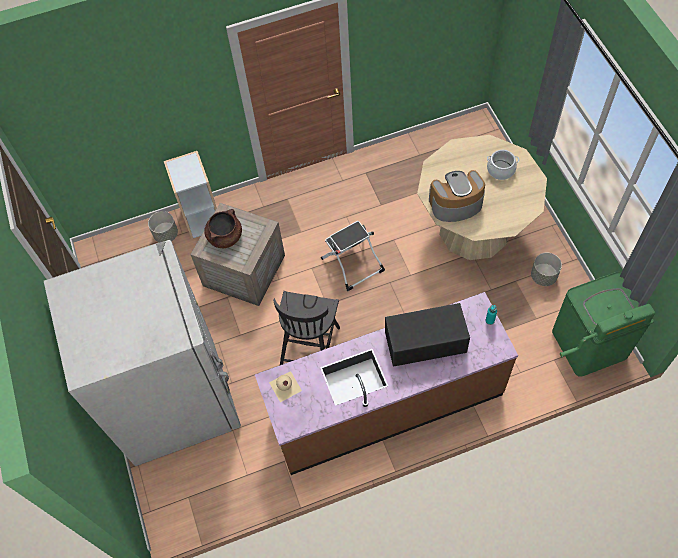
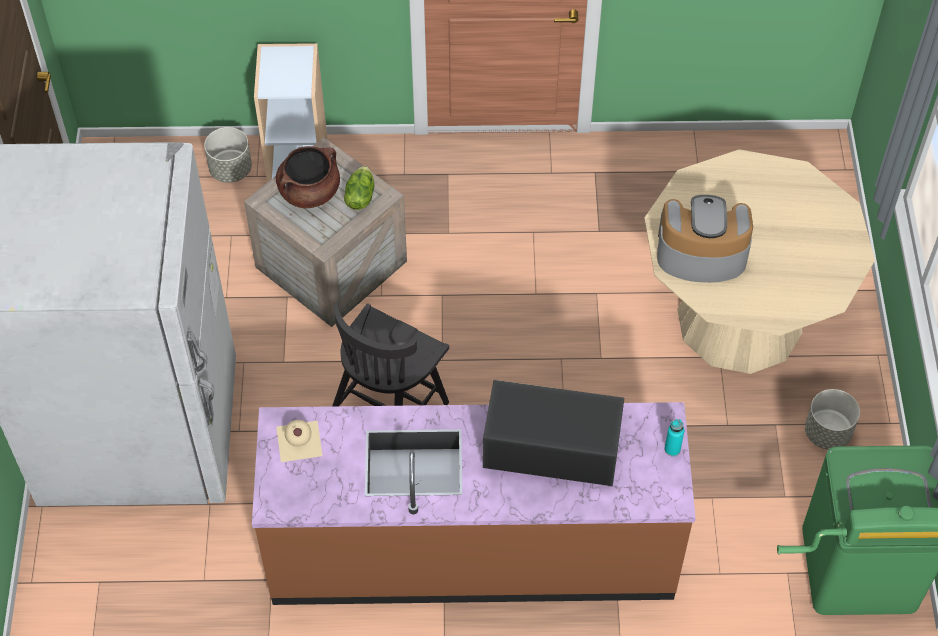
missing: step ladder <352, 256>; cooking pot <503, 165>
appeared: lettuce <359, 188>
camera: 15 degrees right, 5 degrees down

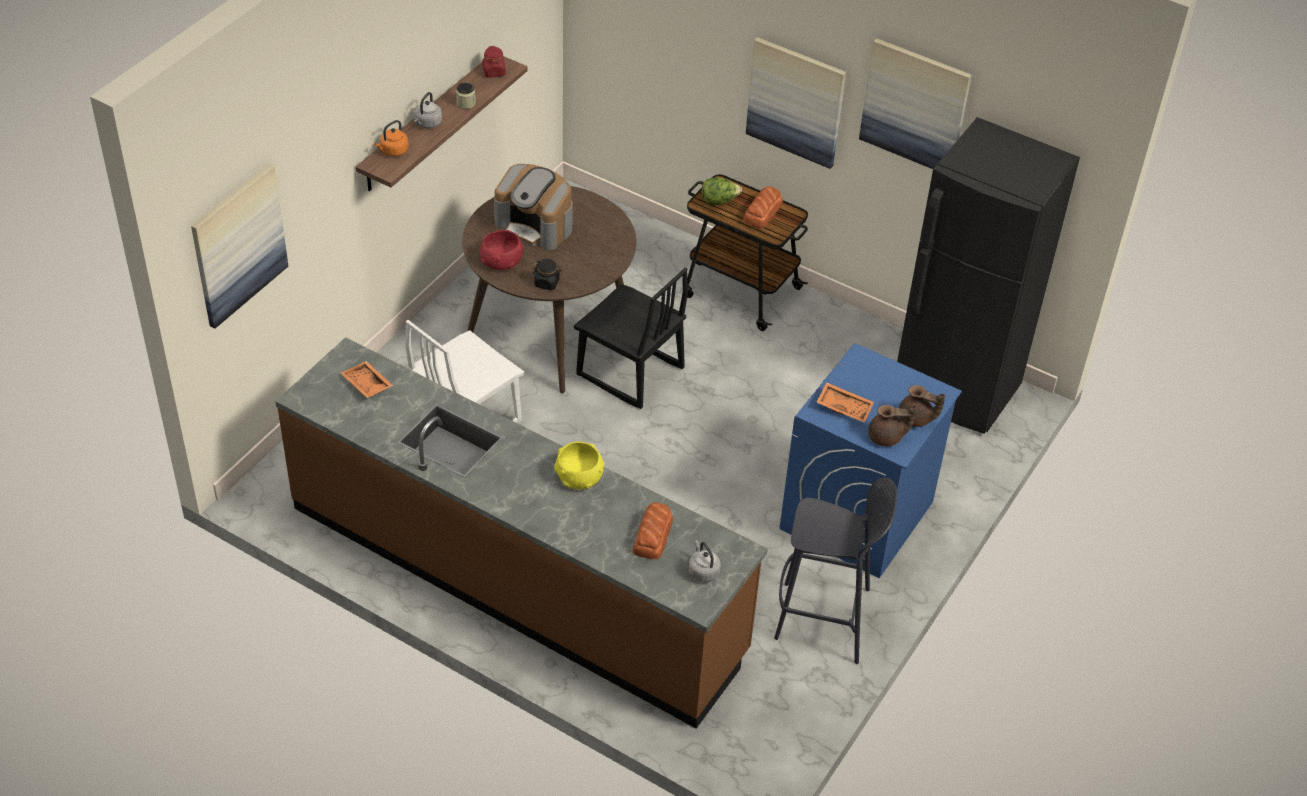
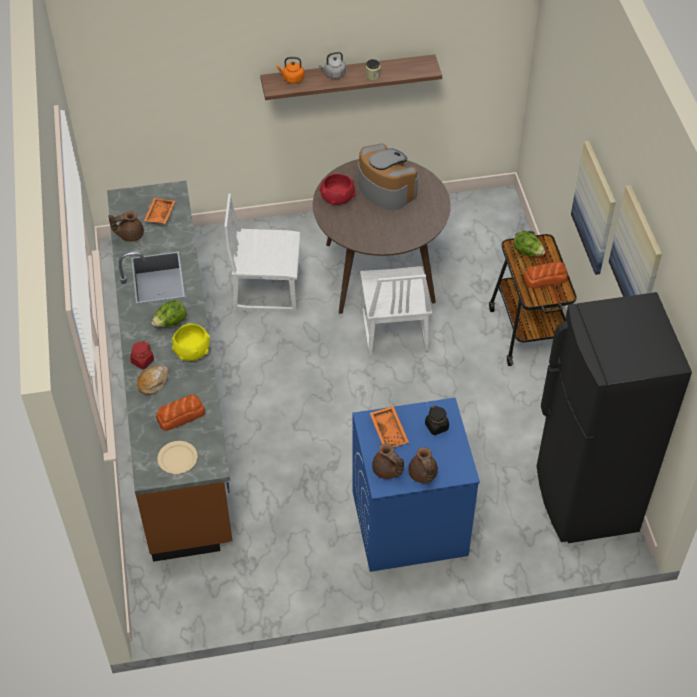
missing: picture <239, 246>; grey stool <835, 571>
appeared: brown teapot <126, 226>; bread <153, 380>; lettuce <169, 313>
relocated: red jar <494, 62> to <142, 355>; black jar <547, 274> to <437, 420>
exchanged: grey kettle <705, 561> to beige plate <177, 457>
colour: black chair <631, 338> to white chair <396, 311>
spun: coffee machine <533, 207> = <388, 176> 150 degrees clockwise
camera: 50 degrees right, 5 degrees up

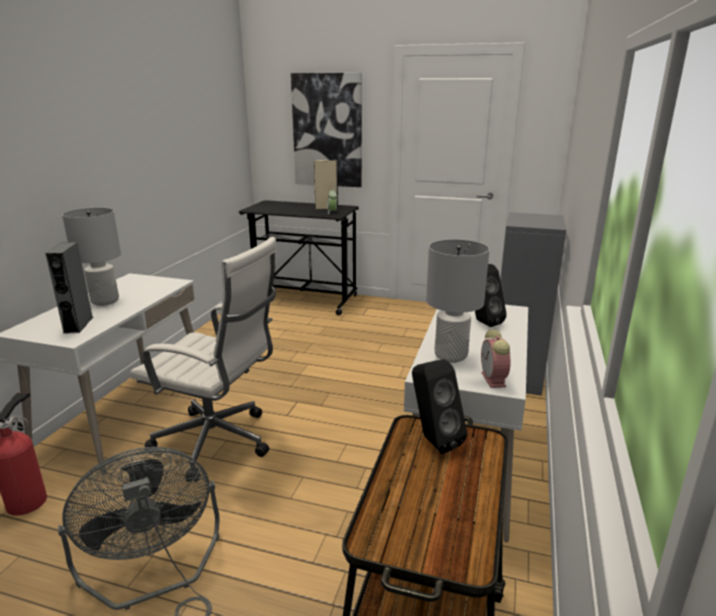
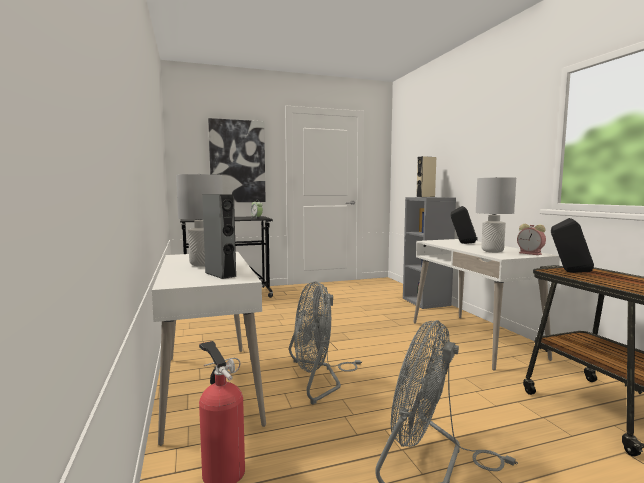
relocated: beige speaker <326, 185> to <426, 176>
exchanged: white office chair <203, 359> to grey fan <325, 343>
camera: 35 degrees left, 15 degrees down

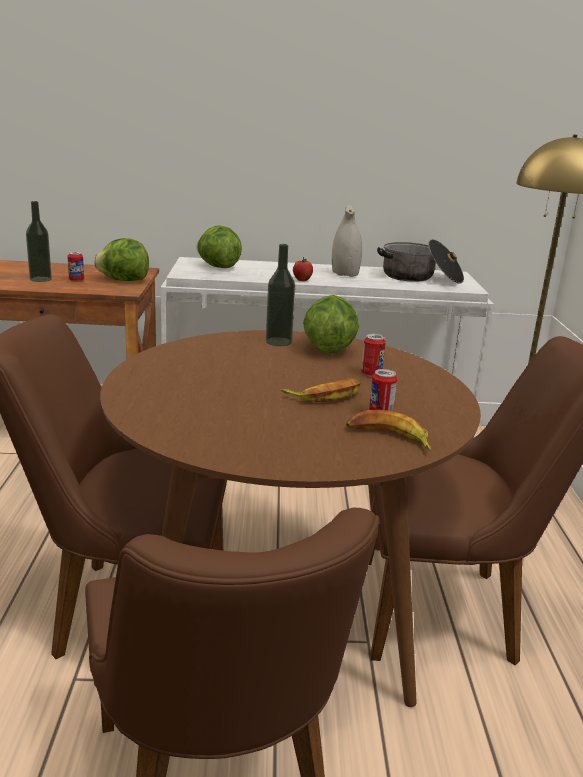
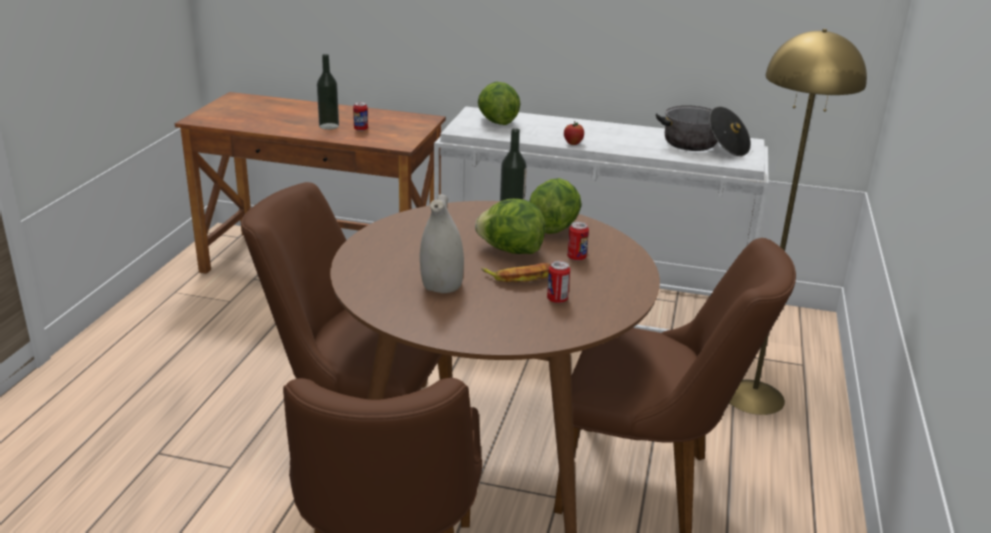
missing: banana <388, 430>
relocated: lettuce <121, 259> to <510, 226>; white vase <347, 241> to <442, 243>
camera: 15 degrees right, 5 degrees up

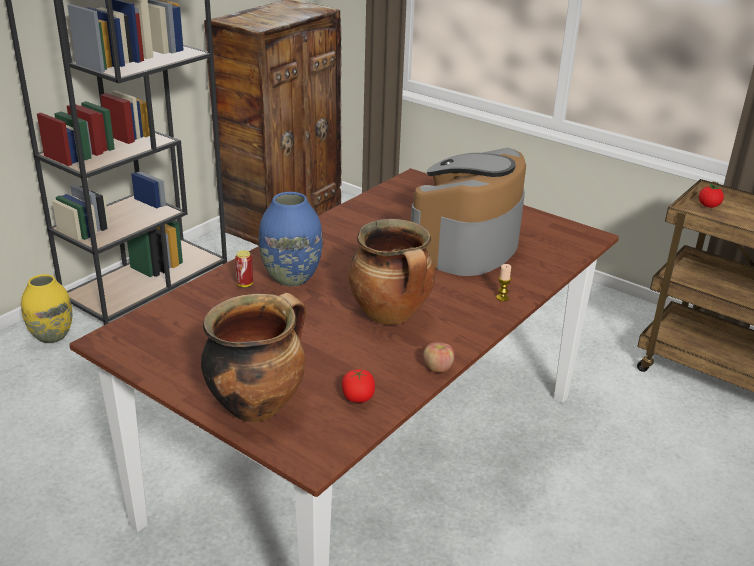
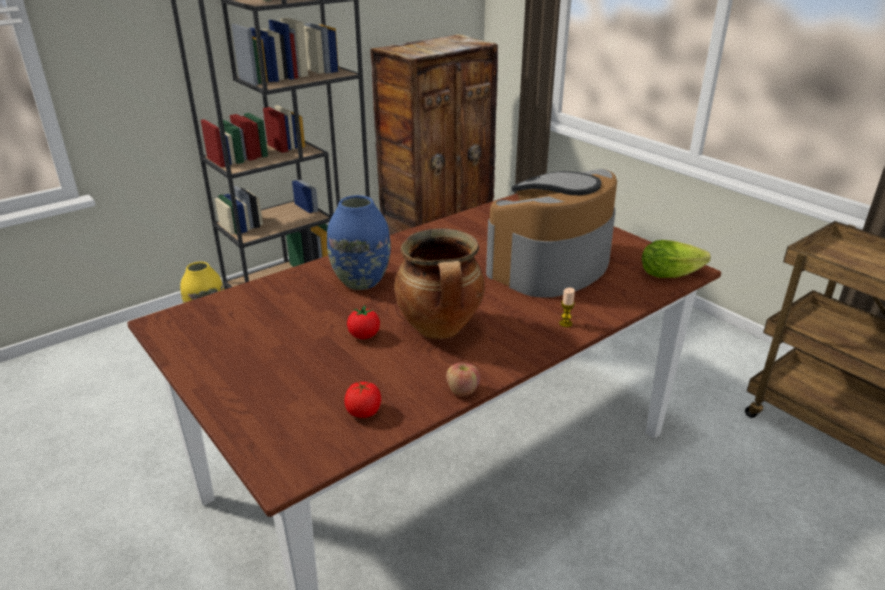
missing: cooking pot <253, 357>; can <244, 268>
appeared: lettuce <676, 259>
relocated: tomato <711, 195> to <363, 322>
camera: 15 degrees right, 0 degrees up

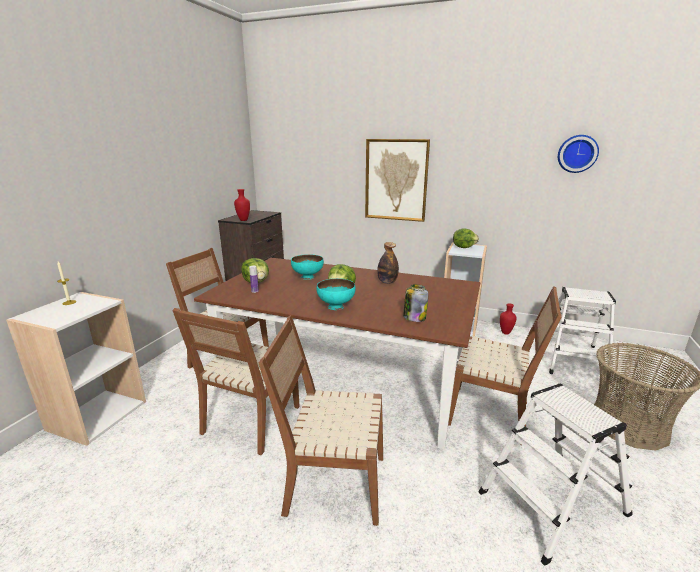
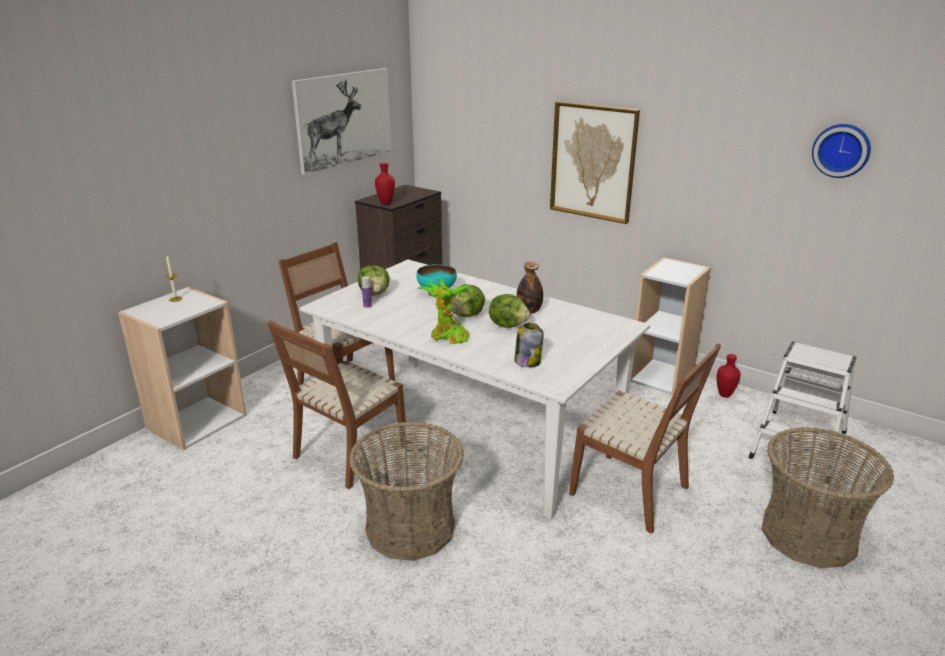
missing: white step ladder <556, 474>
appeared: picture <341, 121>
relocated: lettuce <466, 238> to <509, 311>
exchanged: chair <321, 420> to basket <406, 491>; turquoise bowl <336, 294> to potted plant <444, 311>
colour: brown dining table <337, 353> to white dining table <475, 389>
camera: 15 degrees right, 5 degrees up

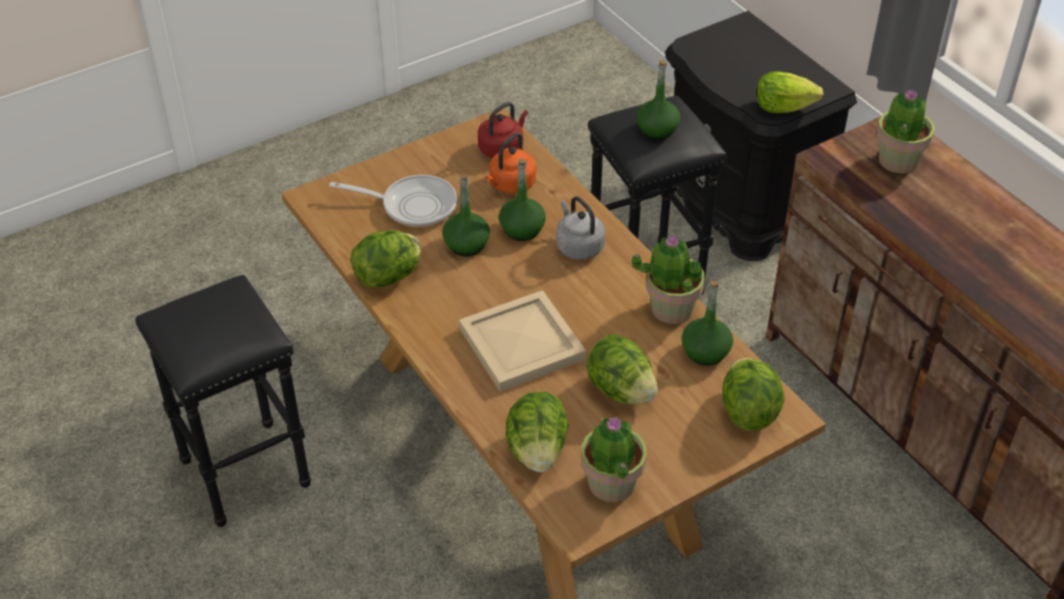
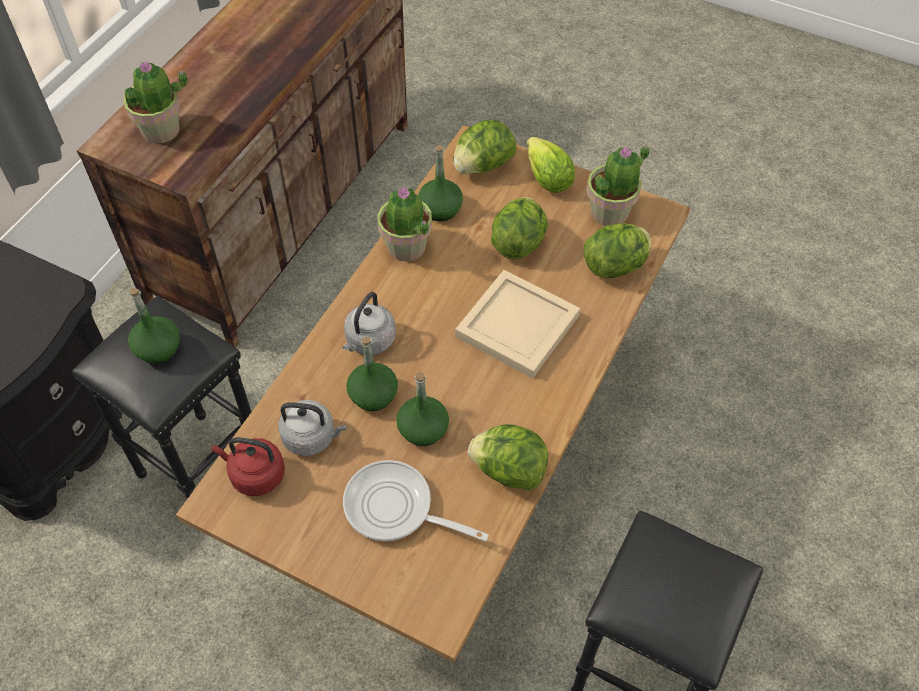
relocated: lettuce <790, 92> to <551, 165>
colour: orange kettle <510, 163> to grey kettle <312, 428>
spun: frying pan <393, 201> = <416, 501> 45 degrees counterclockwise
camera: 120 degrees left, 10 degrees up

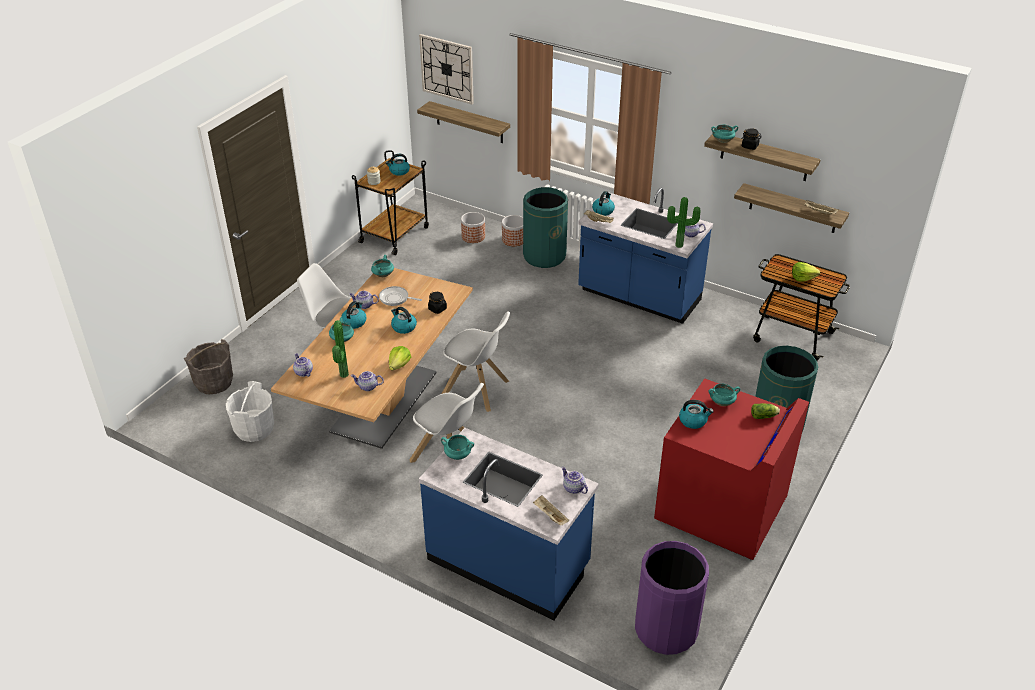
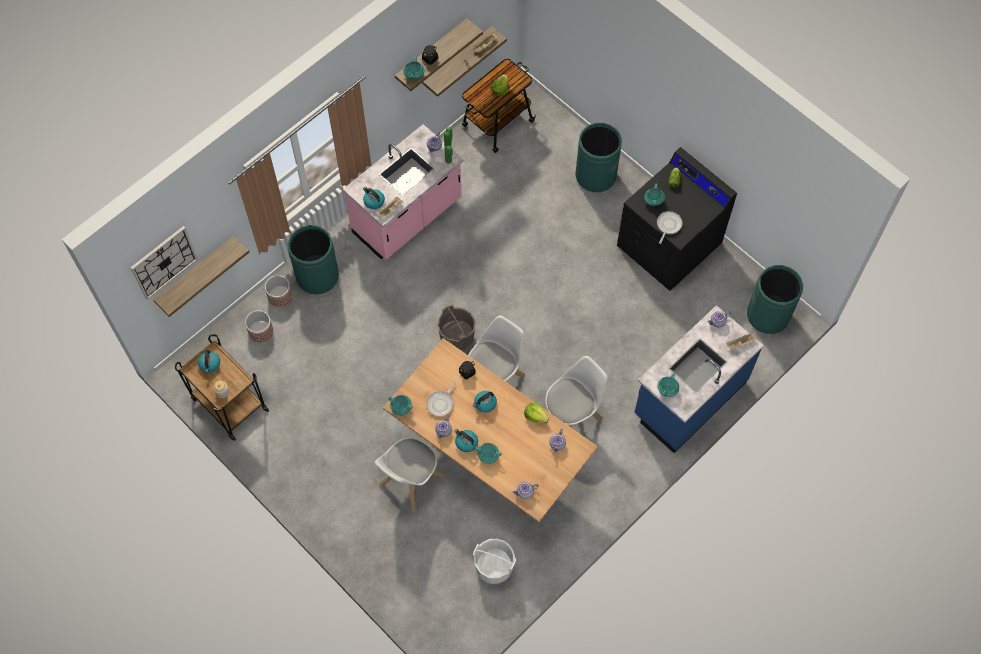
missing: potted plant <340, 349>
relocated: grey bucket <208, 366> to <456, 328>
exchanged: kettle <696, 414> to frying pan <670, 227>
colour: blue counter <645, 256> to pink counter <403, 192>; purple trash can <672, 598> to green trash can <775, 299>; red washing machine <731, 469> to black washing machine <677, 219>
camera: 75 degrees left, 25 degrees up

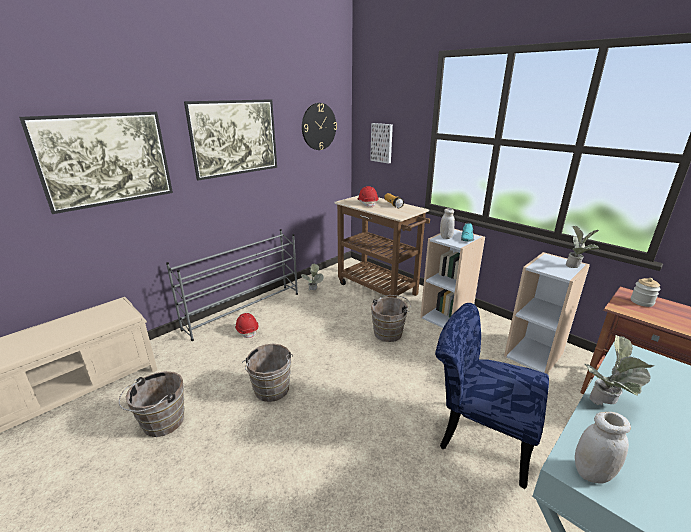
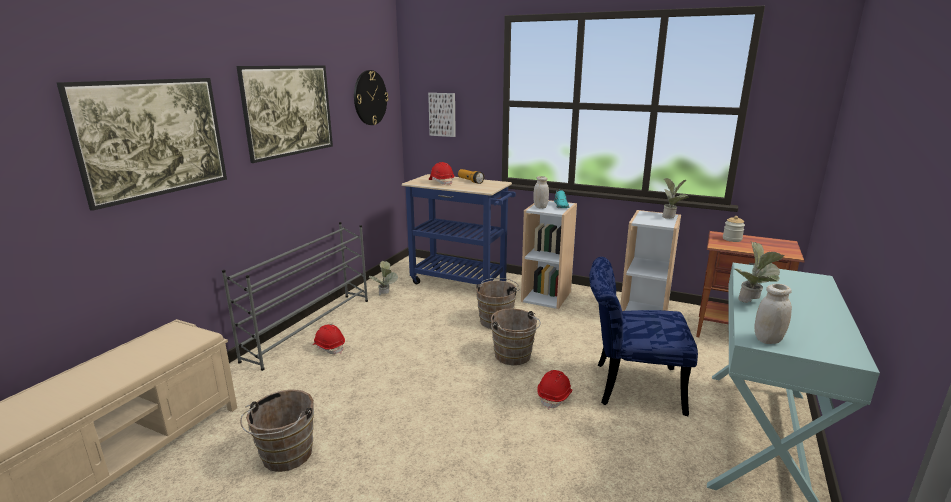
appeared: red hard hat <555, 389>
relocated: brown bucket <267, 373> to <516, 336>
colour: brown cart <382, 246> to blue cart <459, 229>
camera: 20 degrees left, 5 degrees down

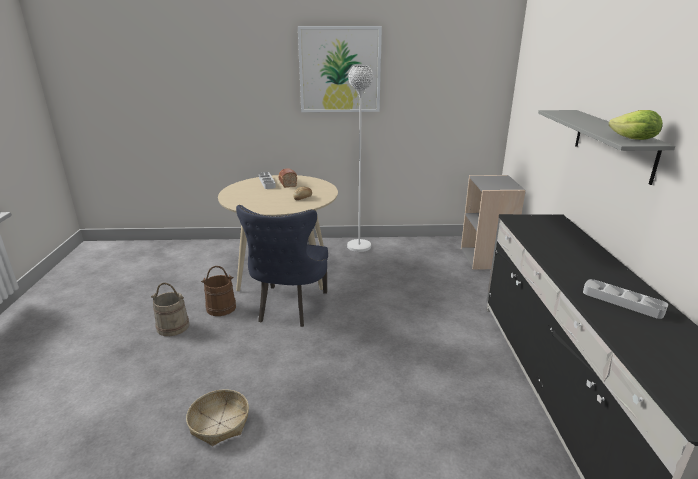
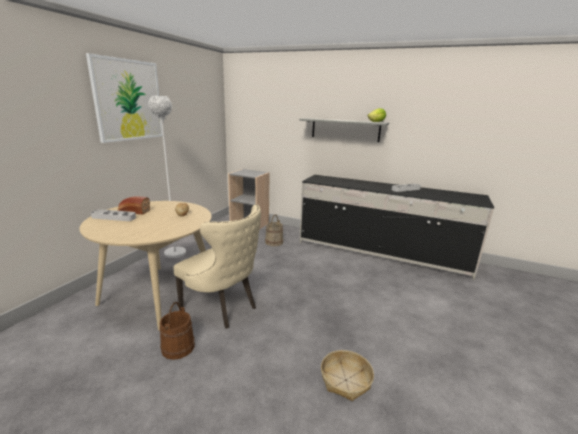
relocated: beige bucket <170, 309> to <274, 230>
colour: blue chair <282, 266> to beige chair <217, 266>
camera: 65 degrees left, 5 degrees down

